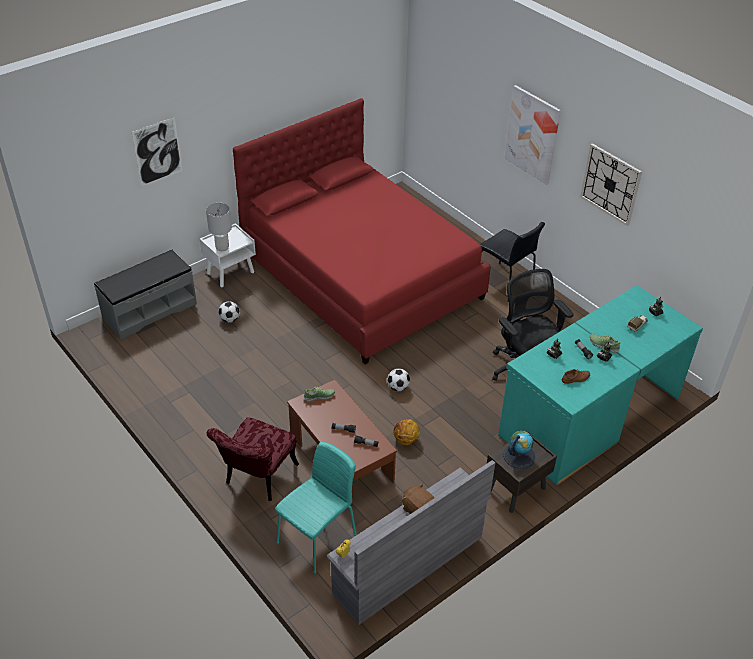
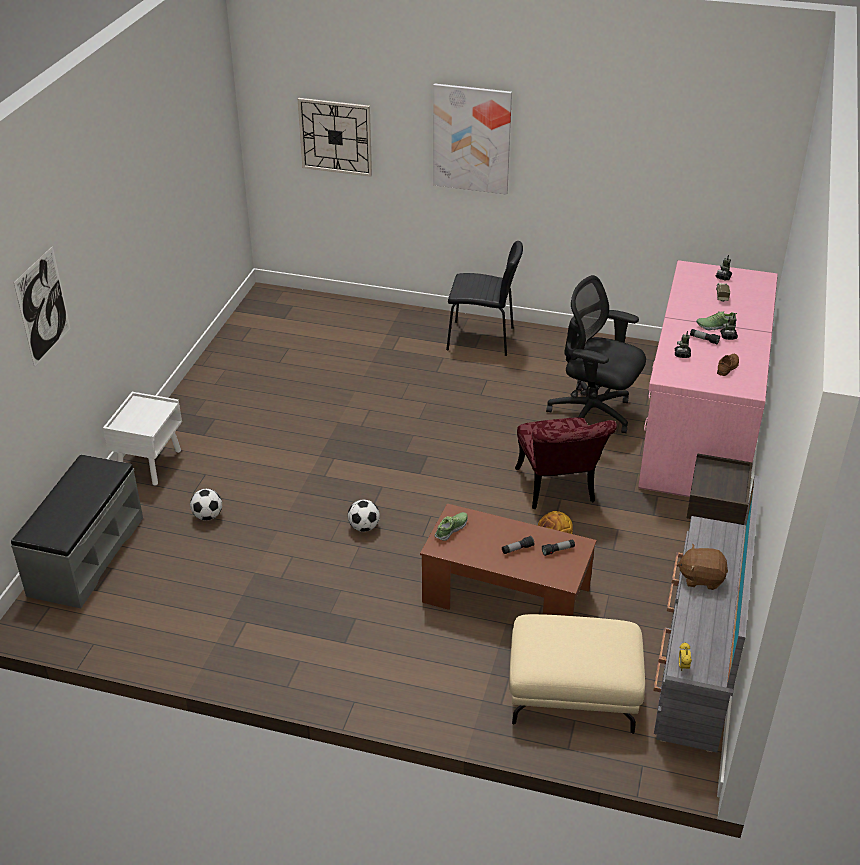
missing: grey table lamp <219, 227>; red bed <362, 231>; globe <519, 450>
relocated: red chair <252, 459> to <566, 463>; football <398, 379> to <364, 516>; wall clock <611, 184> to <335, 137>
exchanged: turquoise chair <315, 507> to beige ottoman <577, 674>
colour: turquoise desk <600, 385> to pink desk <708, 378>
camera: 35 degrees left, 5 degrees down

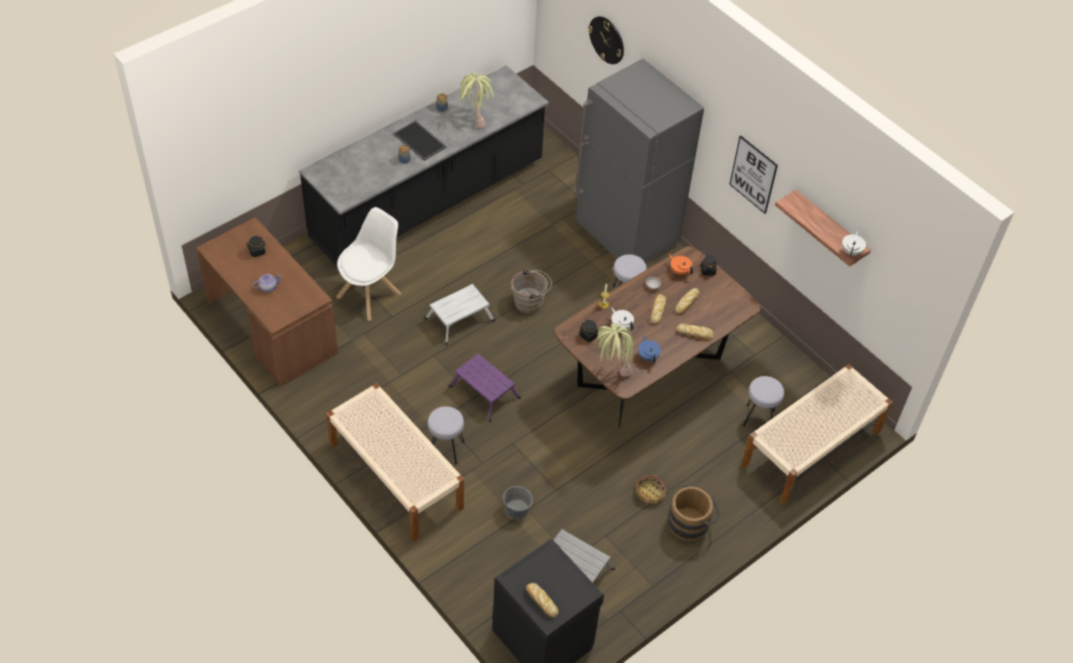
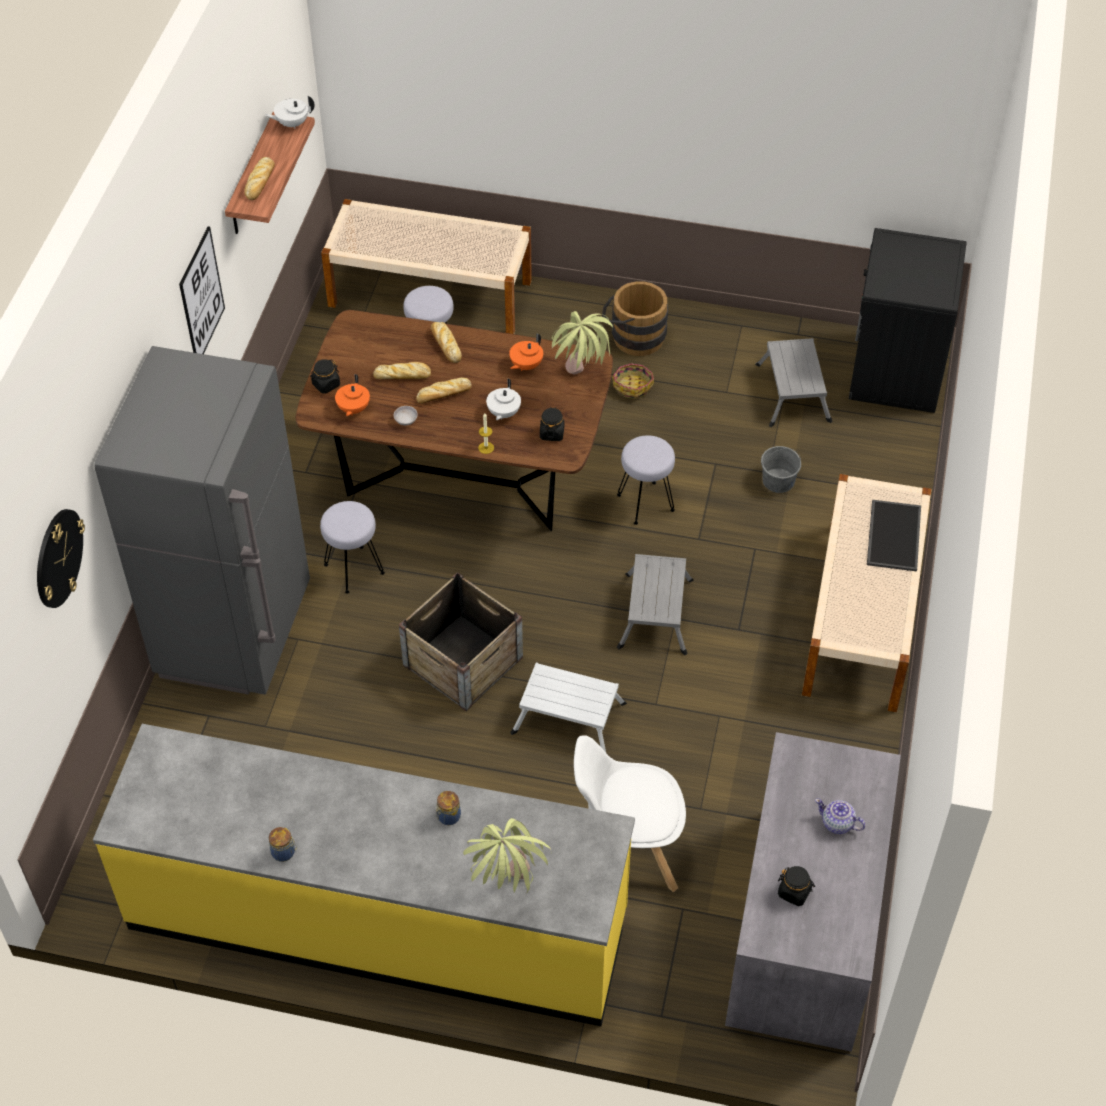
relocated: tray <420, 140> to <894, 535>; grey stool <446, 435> to <646, 480>; potted plant <476, 100> to <507, 855>; bread <542, 600> to <259, 178>
exchanged: brown bucket <531, 291> to crate <461, 641>
colour: brown desk <267, 302> to grey desk <813, 892>; black counter <424, 165> to yellow counter <364, 875>; purple step ladder <484, 387> to grey step ladder <655, 604>; blue teapot <649, 349> to orange teapot <526, 352>
camera: 125 degrees left, 0 degrees up

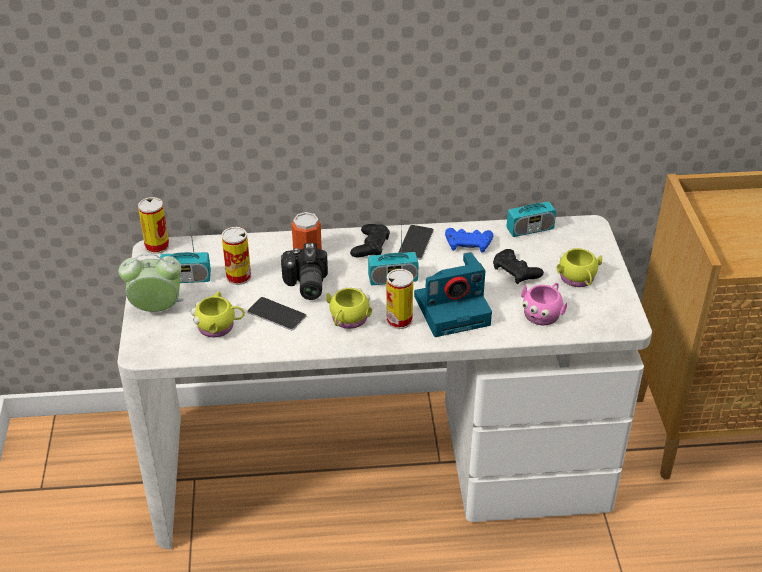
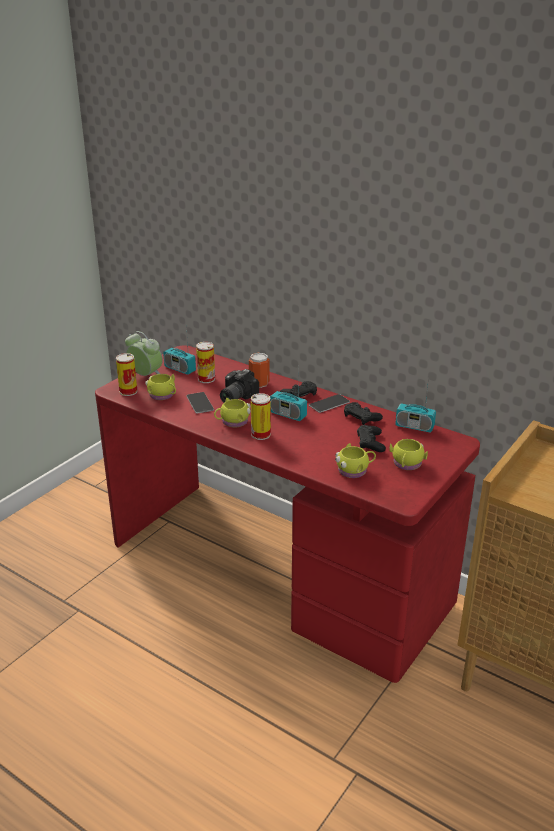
missing: photo camera <453, 294>
relocated: can <153, 225> to <126, 374>
colour: white desk <384, 382> to red desk <287, 514>; blue game controller <469, 240> to black game controller <363, 413>; pink mug <544, 304> to yellow mug <355, 460>
camera: 40 degrees right, 10 degrees down

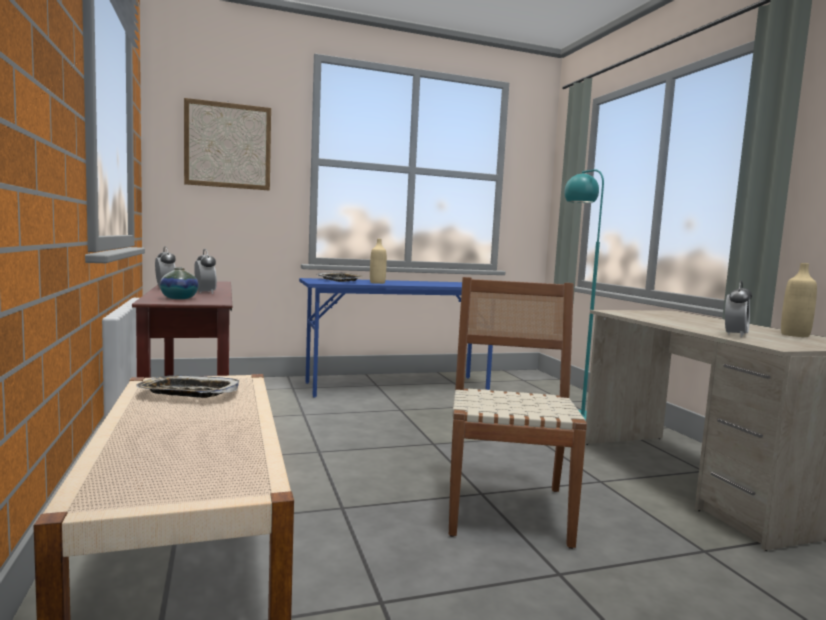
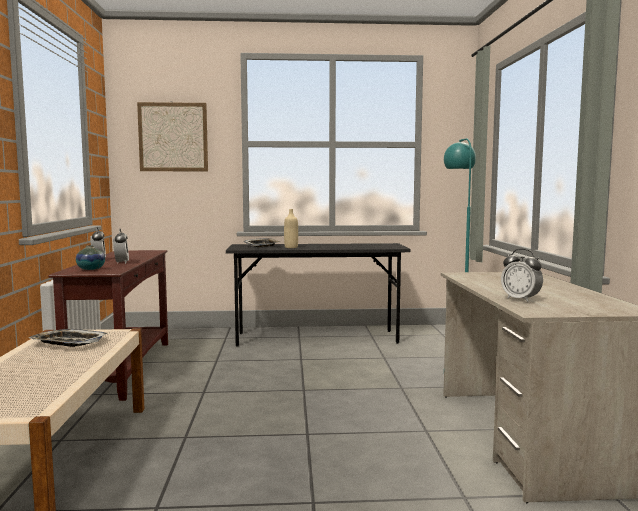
missing: chair <518, 413>; beige bottle <799, 300>
colour: blue desk <396, 338> to grey desk <318, 294>
spun: alarm clock <738, 309> = <522, 275> 90 degrees clockwise
camera: 15 degrees right, 0 degrees up

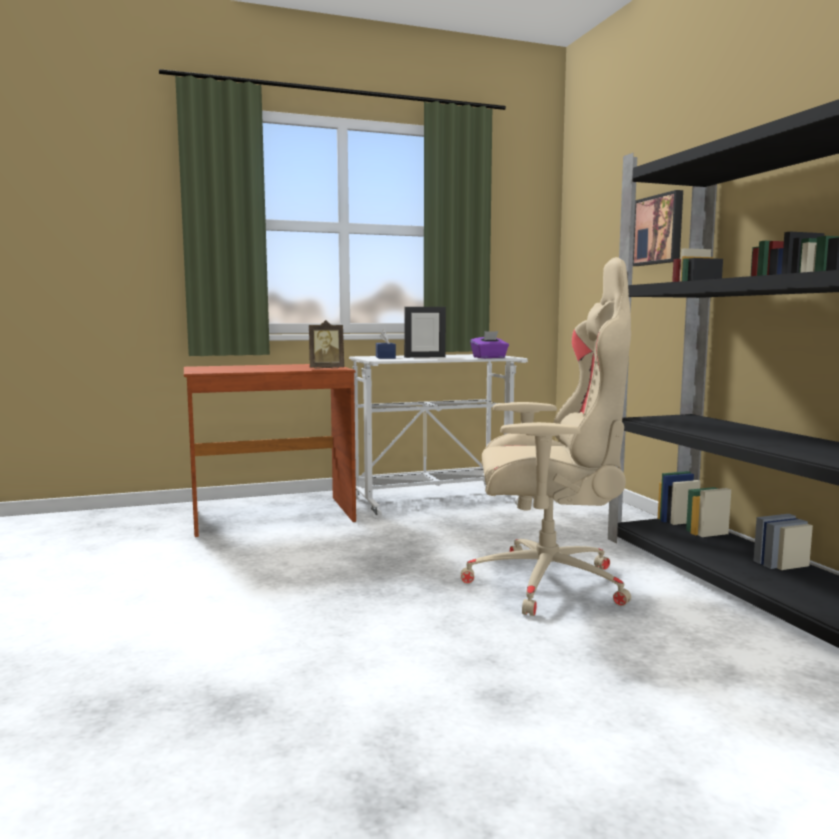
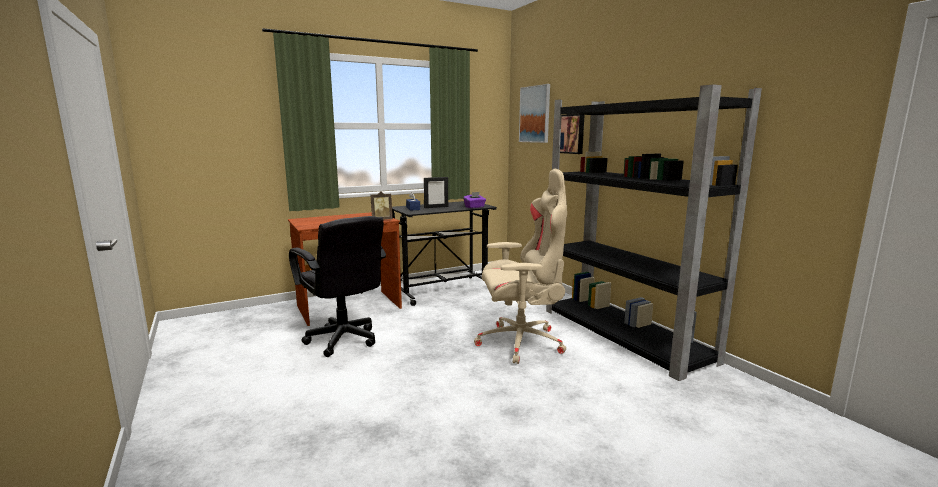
appeared: black office chair <337, 286>; picture <534, 113>
colour: white desk <438, 436> to black desk <444, 253>
camera: 10 degrees left, 5 degrees up

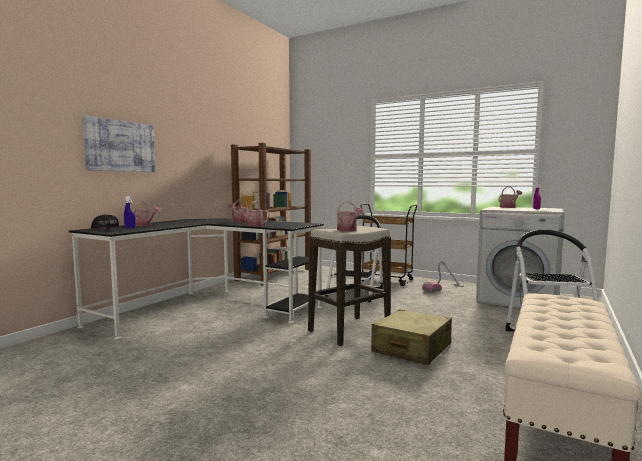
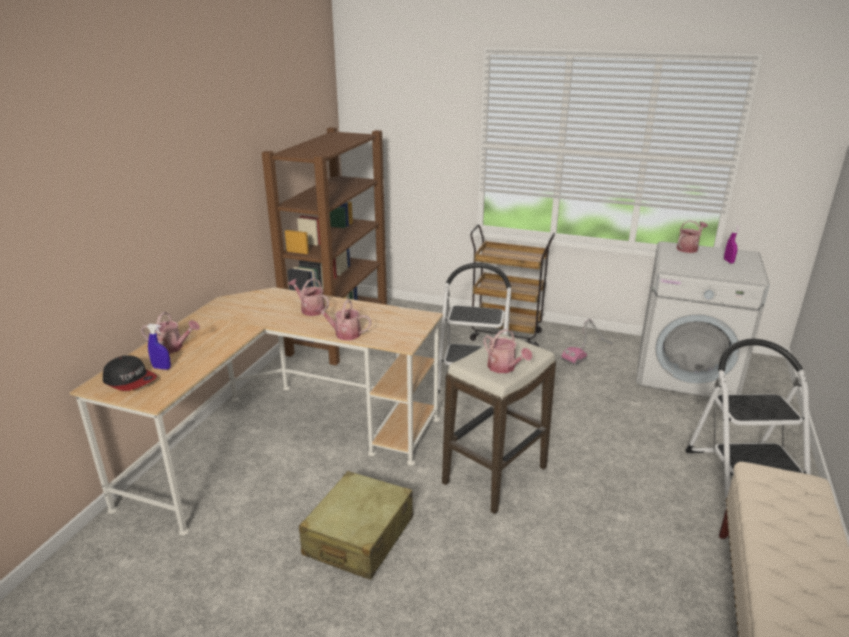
missing: picture <119, 143>
relocated: beige suitcase <411, 337> to <356, 525>
colour: black desk <196, 278> to beige desk <256, 411>
camera: 10 degrees left, 20 degrees up

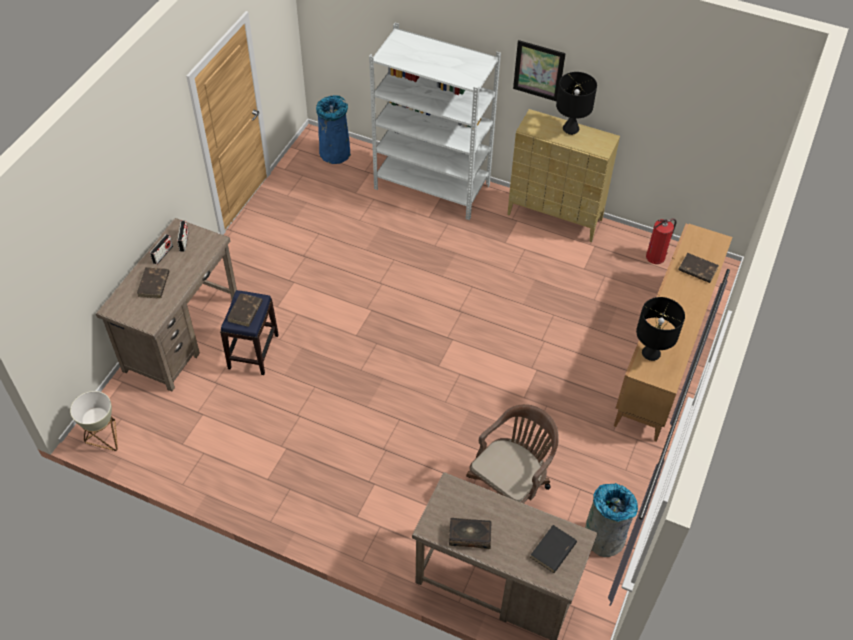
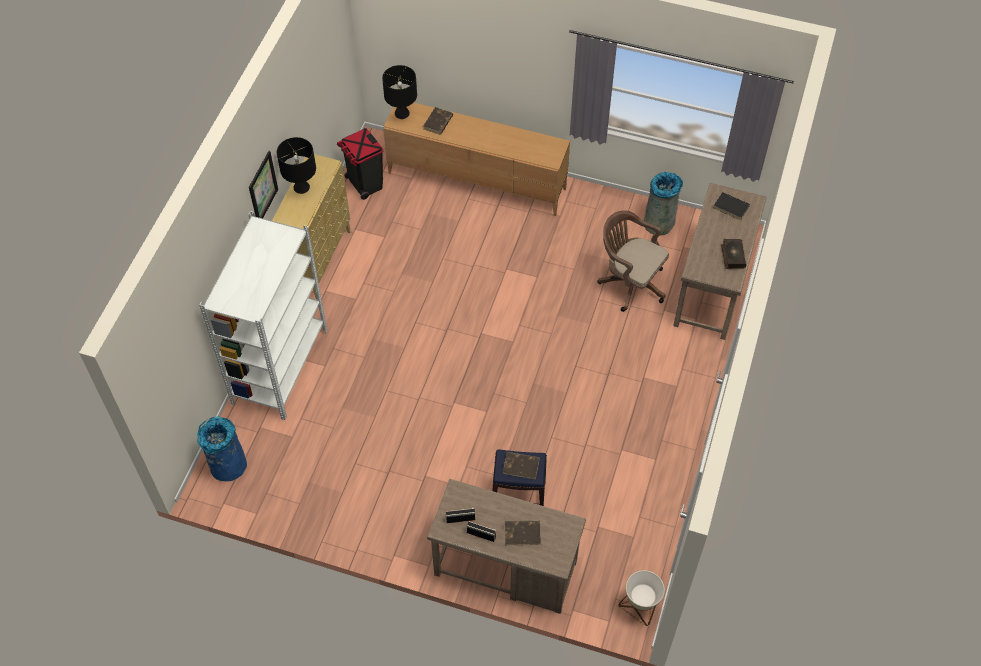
relocated: black table lamp <660, 329> to <399, 92>
exchanged: fire extinguisher <661, 241> to black trash can <360, 164>
camera: 95 degrees left, 5 degrees up

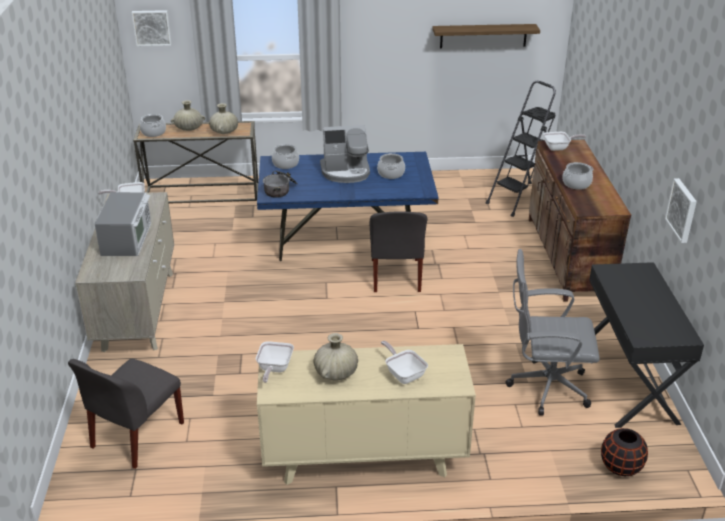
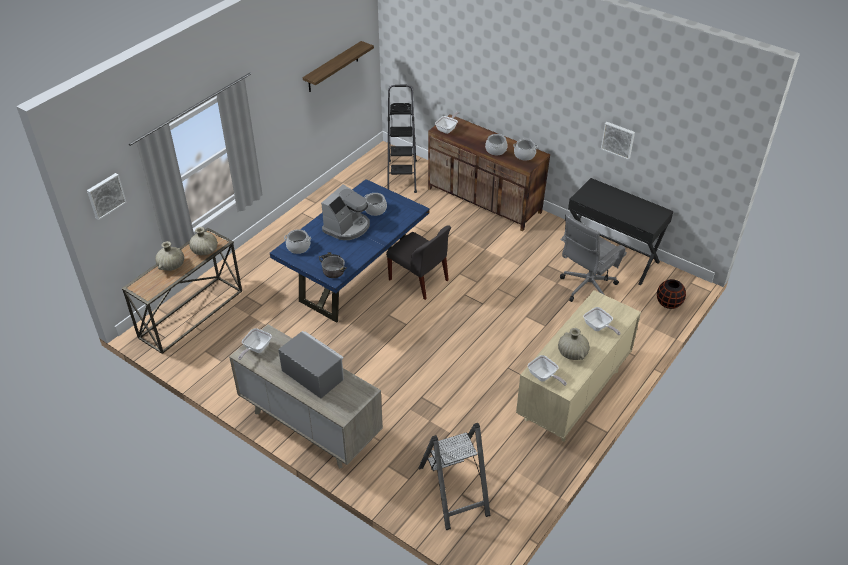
relocated: cooking pot <153, 125> to <525, 150>
exchanged: grey chair <126, 414> to grey step ladder <454, 476>
spun: frying pan <404, 362> = <602, 321> 135 degrees counterclockwise
camera: 50 degrees left, 10 degrees up

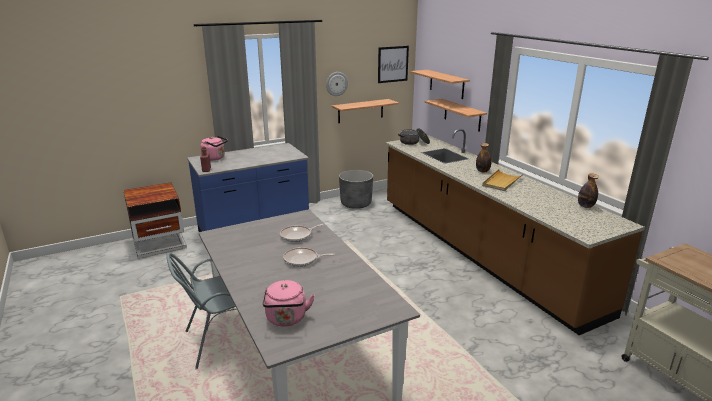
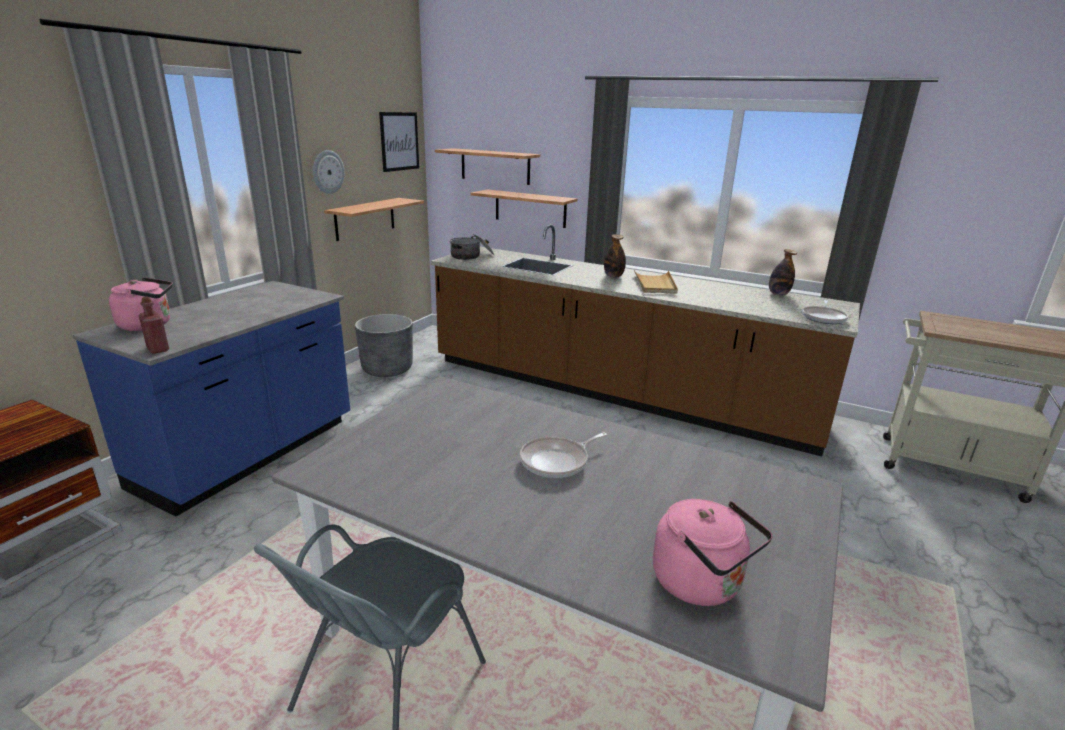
relocated: frying pan <302, 233> to <825, 312>
camera: 35 degrees left, 0 degrees up

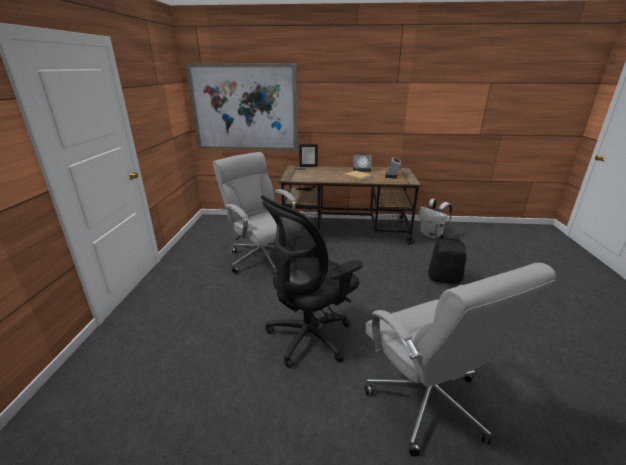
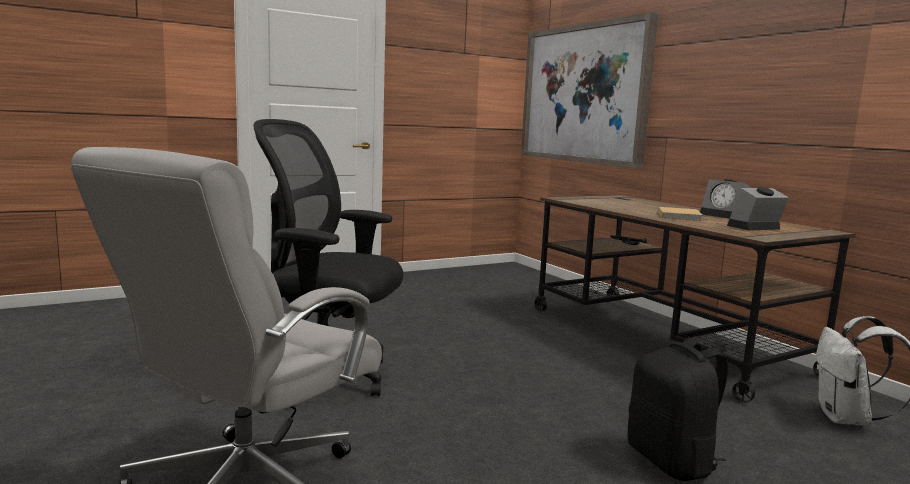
missing: grey office chair <254, 213>; picture frame <308, 155>
camera: 55 degrees right, 15 degrees down

